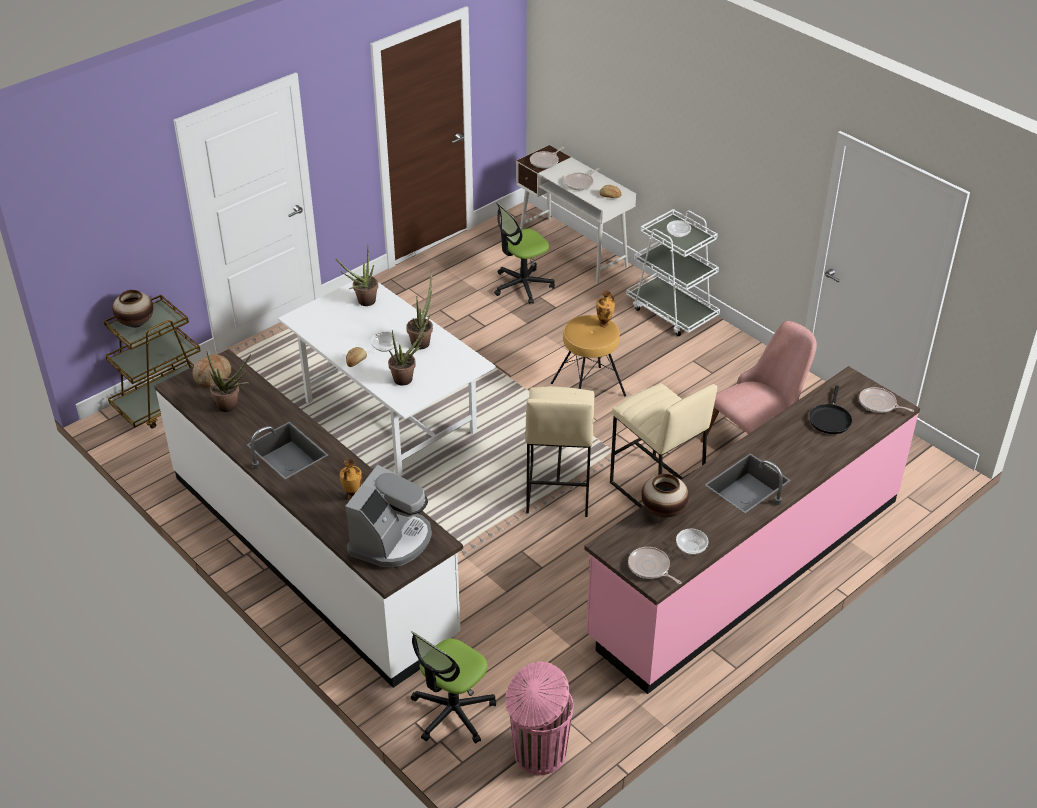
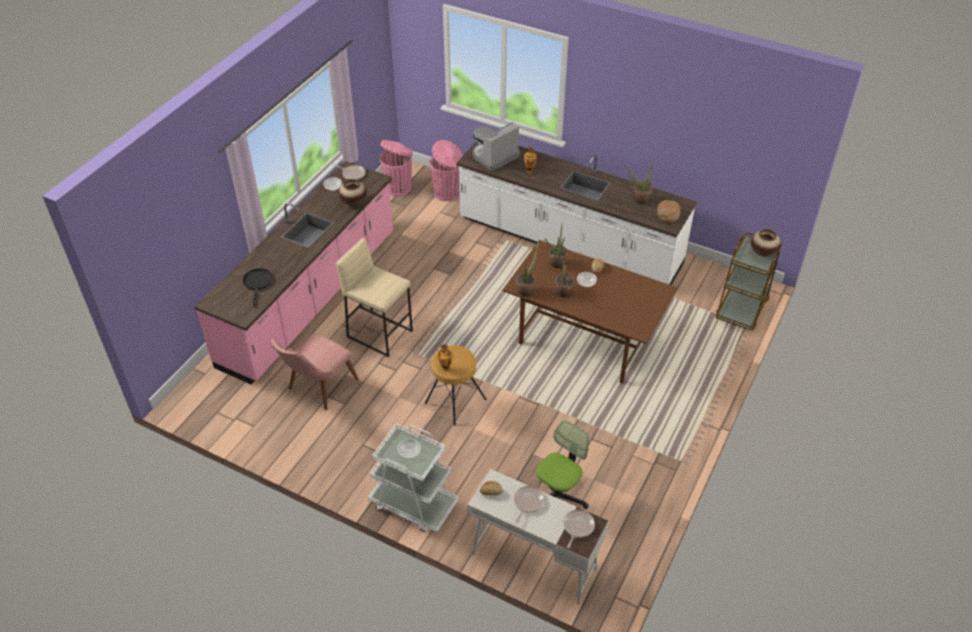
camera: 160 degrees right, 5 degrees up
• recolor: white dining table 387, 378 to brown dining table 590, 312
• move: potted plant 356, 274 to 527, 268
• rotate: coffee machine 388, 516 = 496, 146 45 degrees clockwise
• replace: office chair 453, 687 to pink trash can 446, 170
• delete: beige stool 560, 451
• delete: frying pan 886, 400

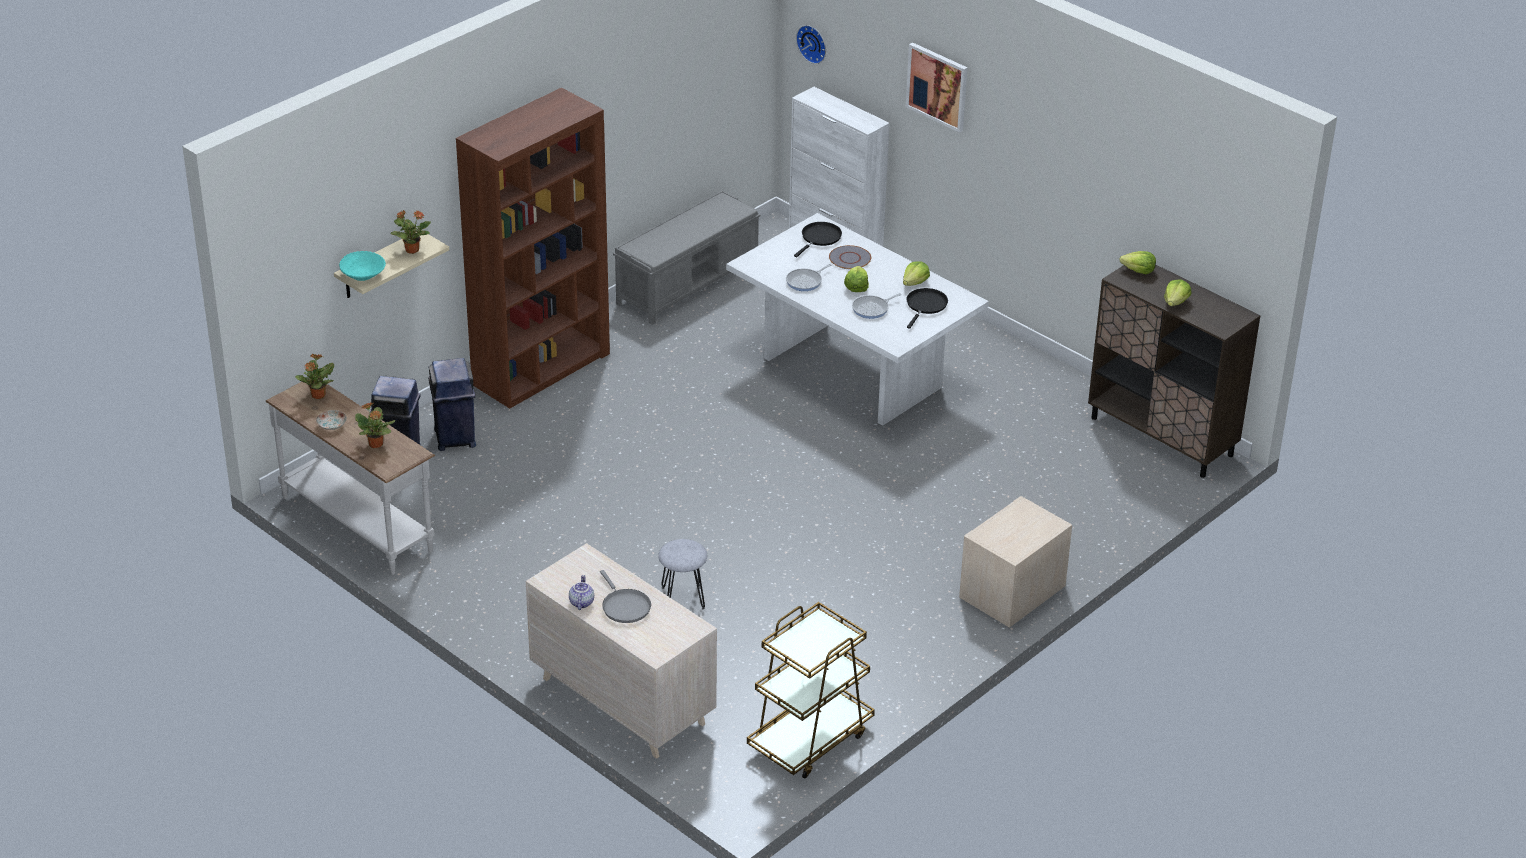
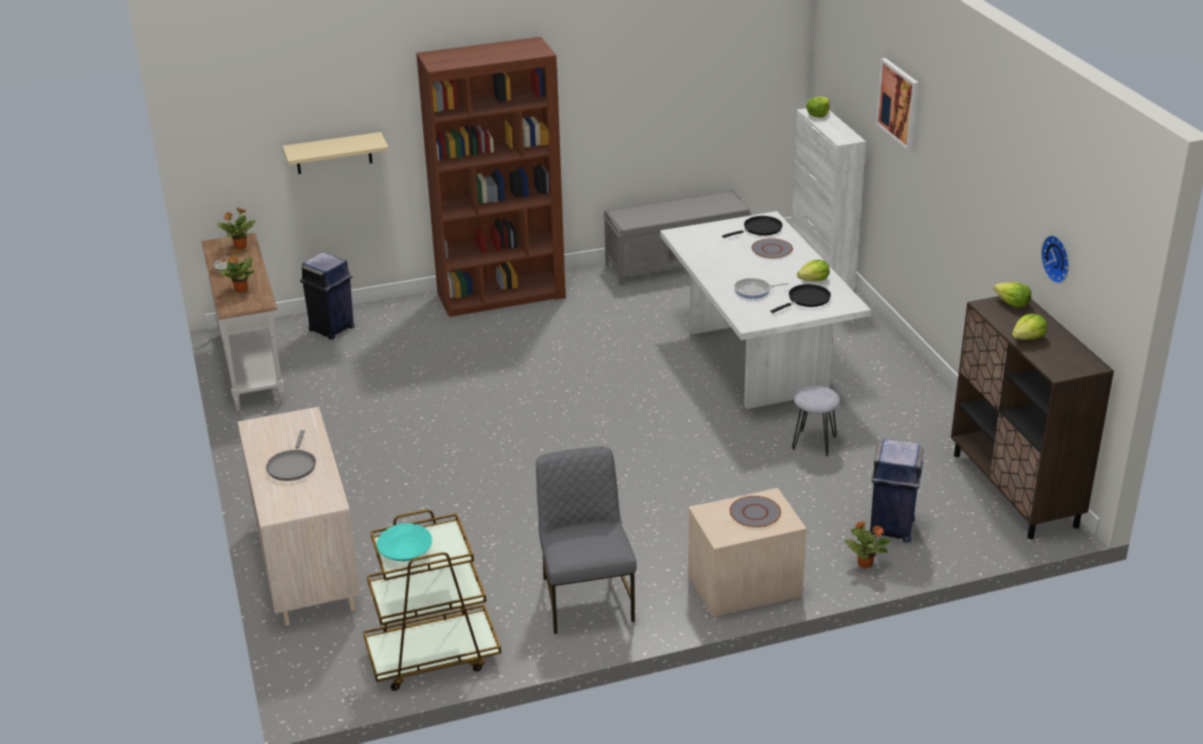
camera: 30 degrees right, 5 degrees down
• move: turquoise bowl 362, 266 to 404, 542
• move: potted plant 410, 232 to 867, 544
• move: blue trash can 452, 404 to 896, 491
• delete: teapot 581, 592
• move: grey stool 682, 574 to 816, 421
• delete: frying pan 808, 277
• move: wall clock 811, 44 to 1055, 259
• move: lettuce 856, 279 to 817, 107
• insert: grey chair 586, 540
• insert: grey plate 755, 512

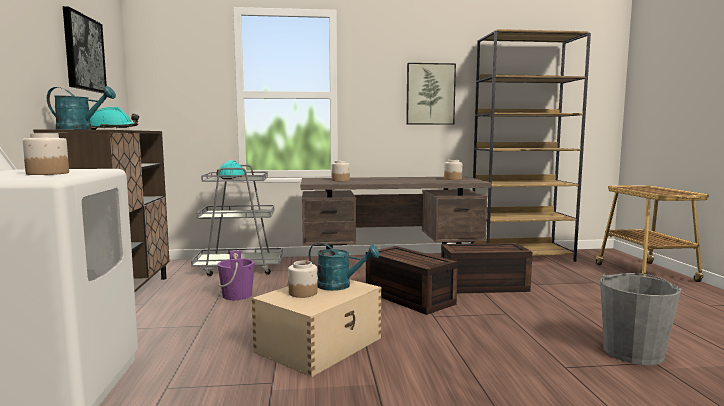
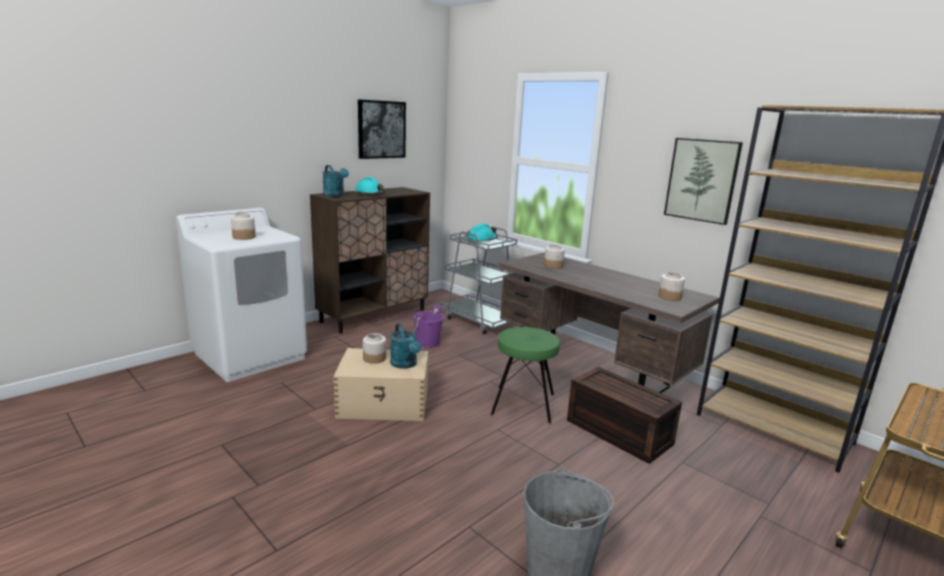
camera: 50 degrees right, 10 degrees up
• replace: brown storage box 412, 280 to green stool 525, 375

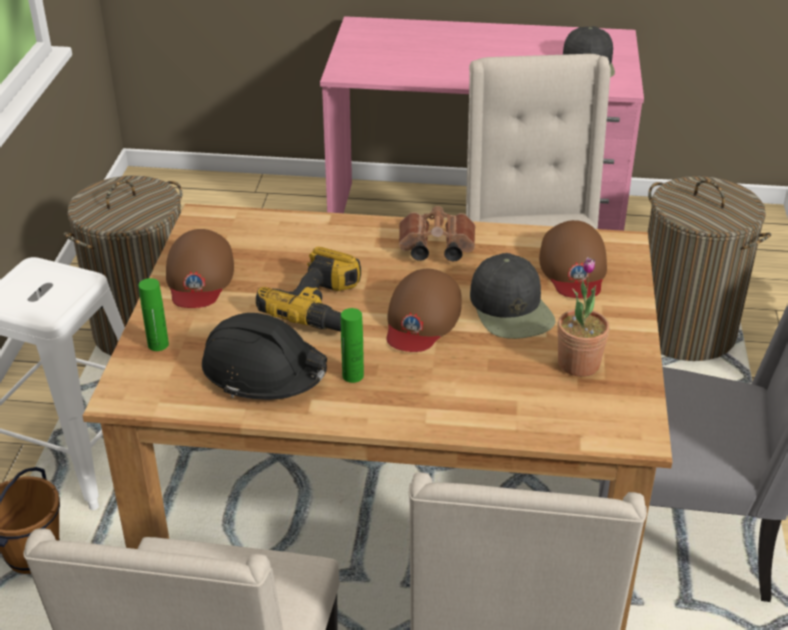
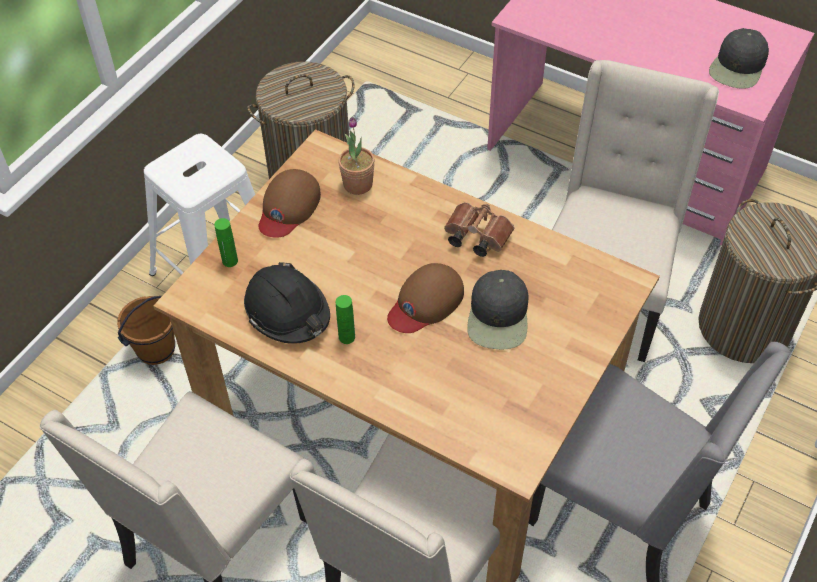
camera: 25 degrees right, 15 degrees up
• delete: power drill 308, 289
• delete: brown cap 573, 259
• move: potted plant 583, 317 to 356, 156

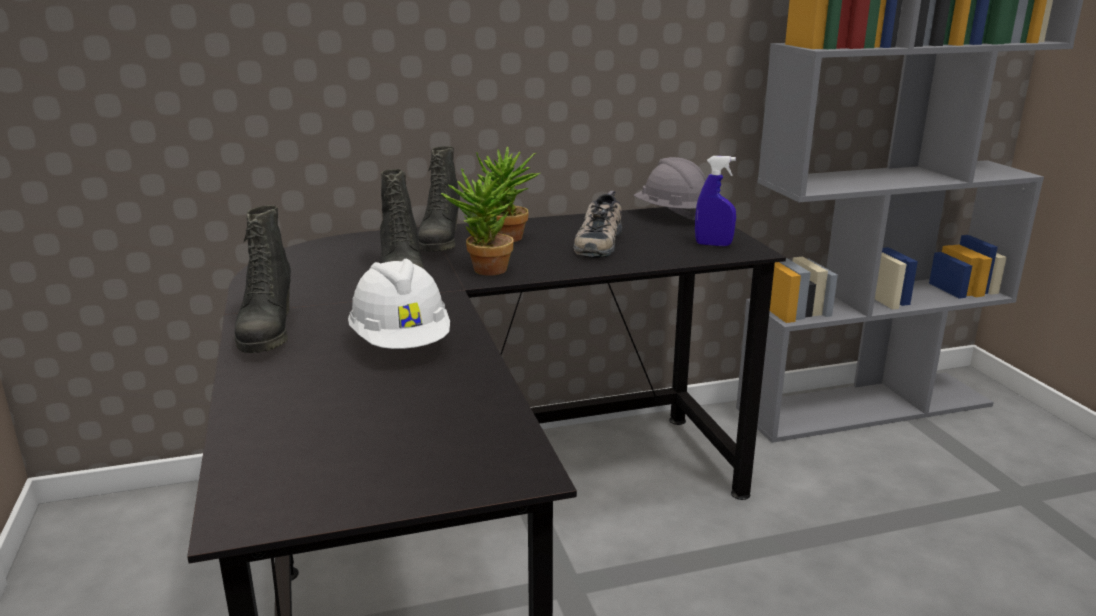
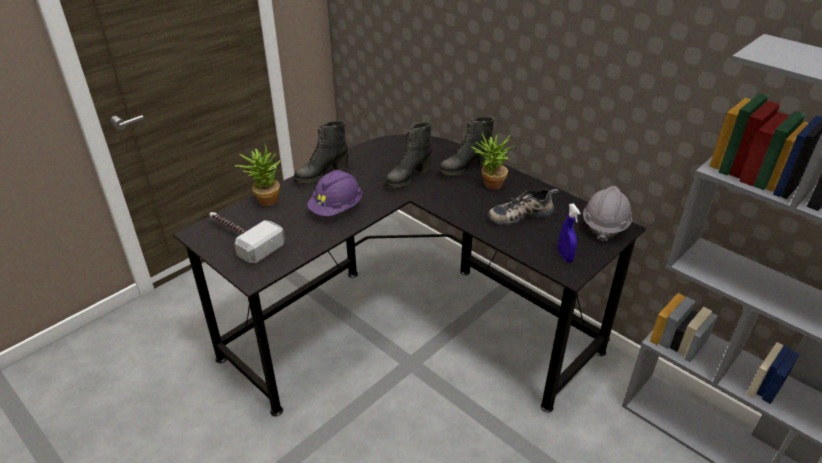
camera: 60 degrees right, 15 degrees up
• recolor: white hard hat 399, 303 to purple hard hat 334, 193
• move: potted plant 479, 222 to 258, 175
• insert: hammer 247, 238

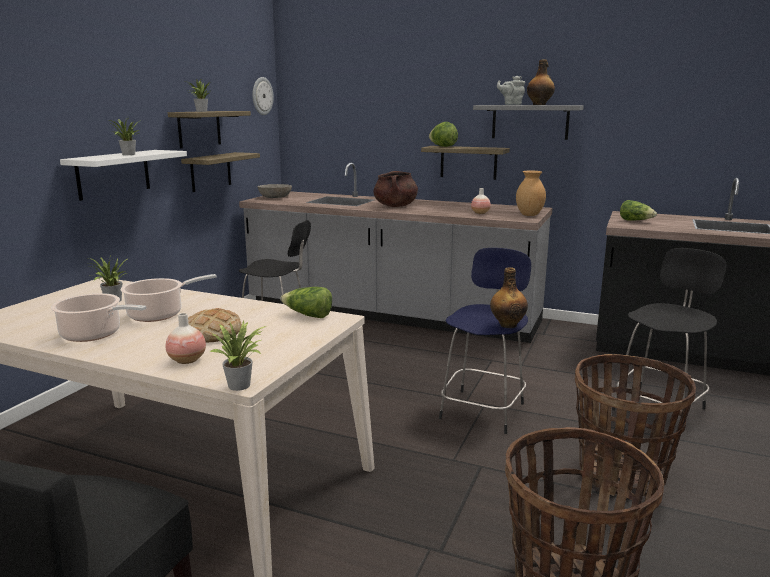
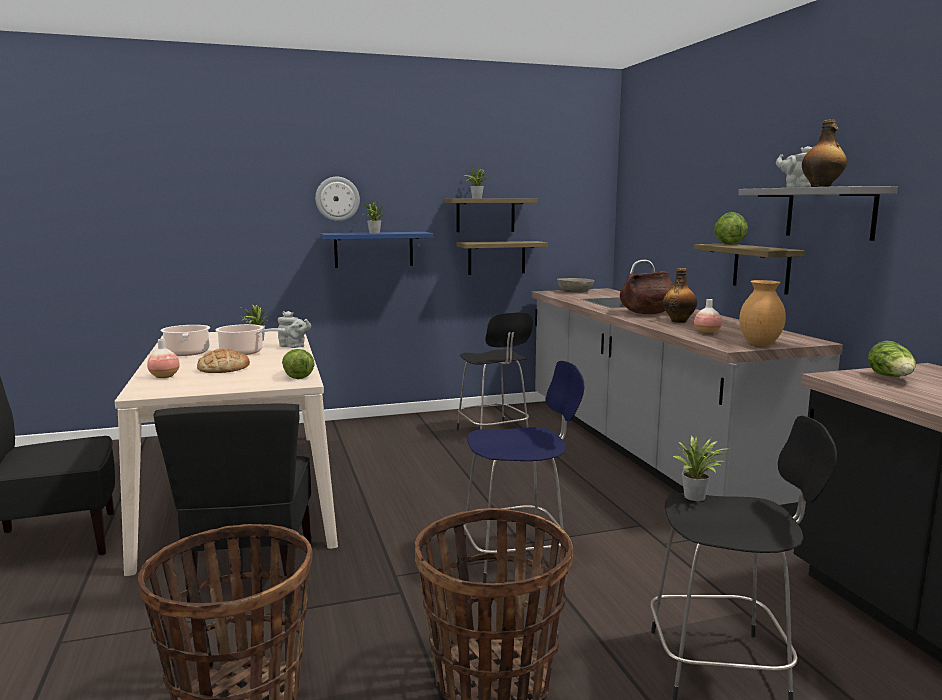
camera: 50 degrees right, 5 degrees down
• recolor: white shelf 123, 175 to blue shelf 376, 250
• move: potted plant 237, 356 to 699, 468
• move: wall clock 263, 96 to 337, 199
• move: bottle 509, 297 to 680, 295
• insert: black chair 232, 503
• insert: grey teapot 294, 329

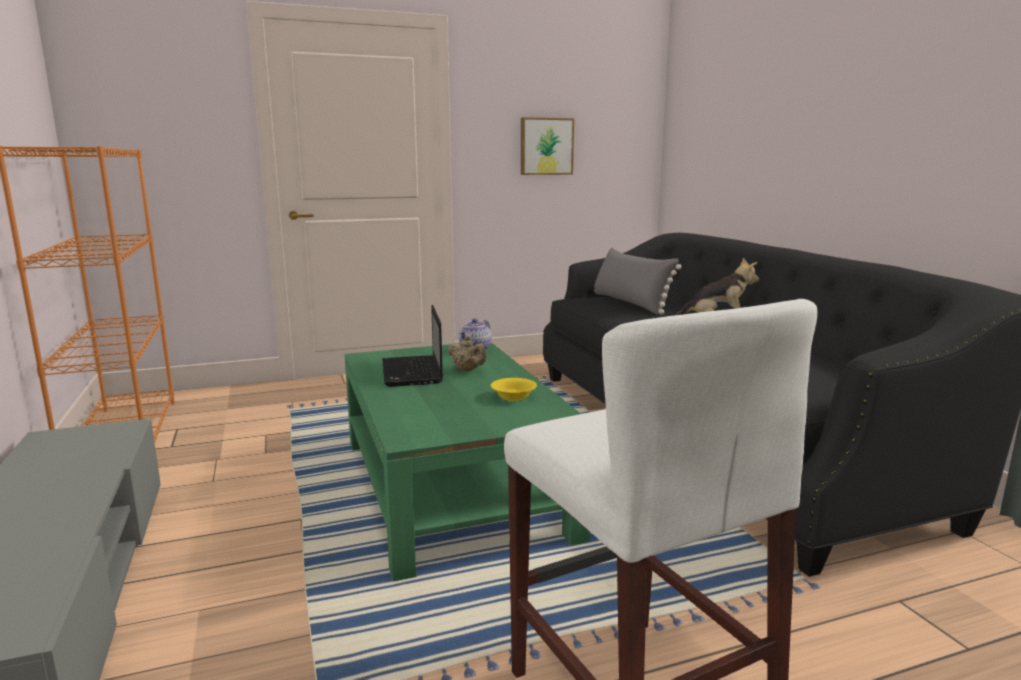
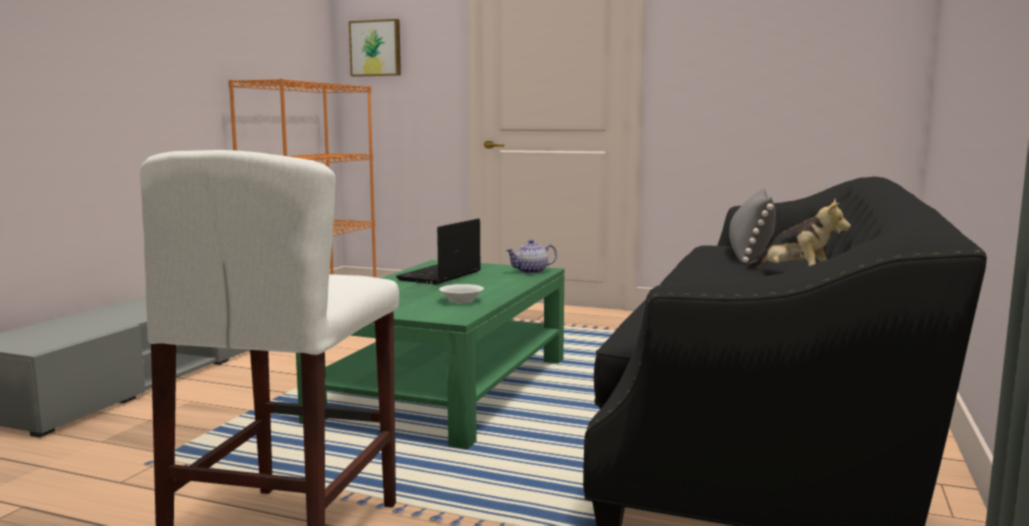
camera: 40 degrees right, 5 degrees down
• delete: beige teapot 467, 353
• recolor: yellow bowl 514, 389 to white bowl 461, 293
• move: picture 547, 146 to 375, 48

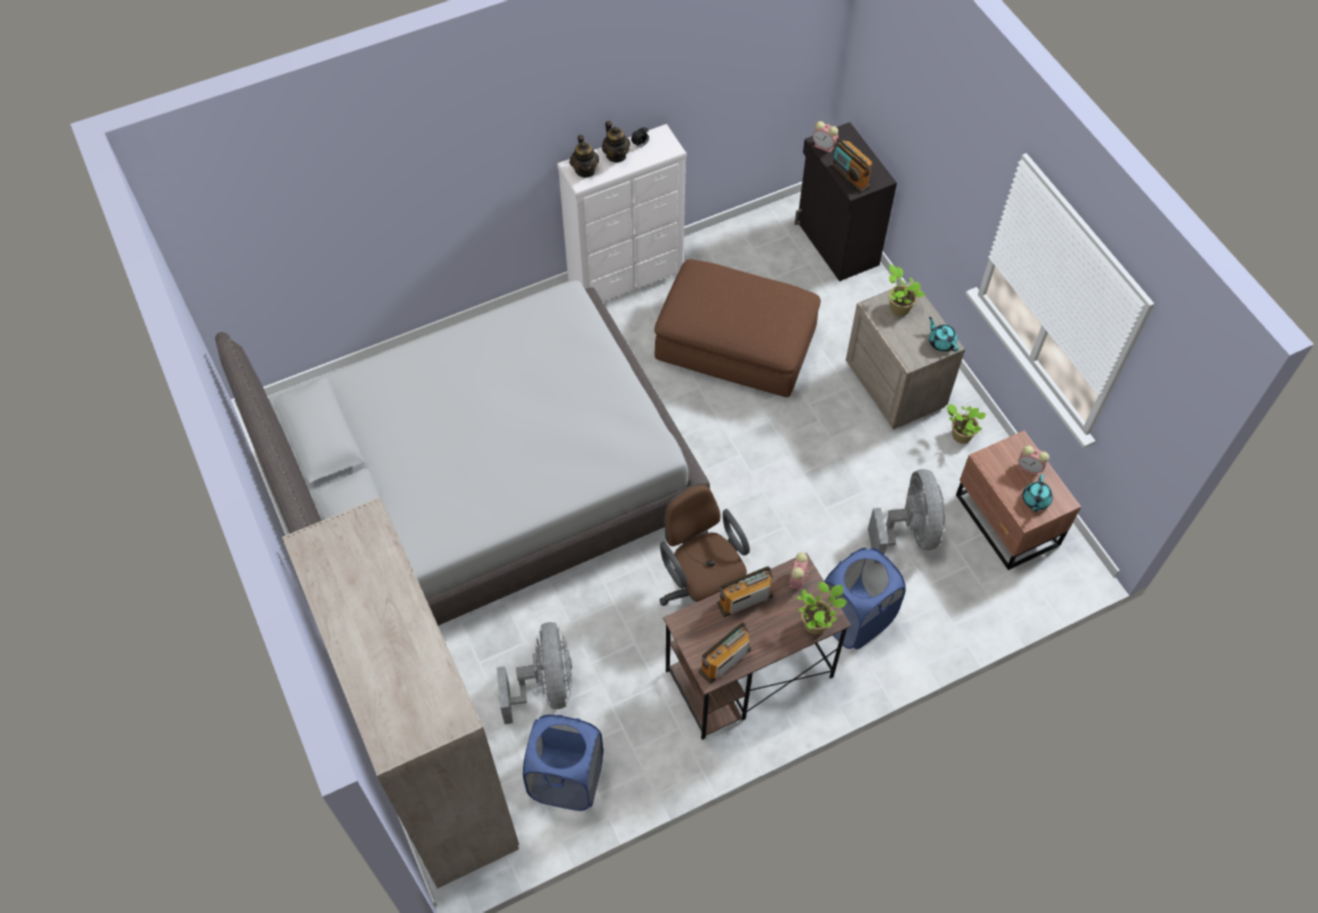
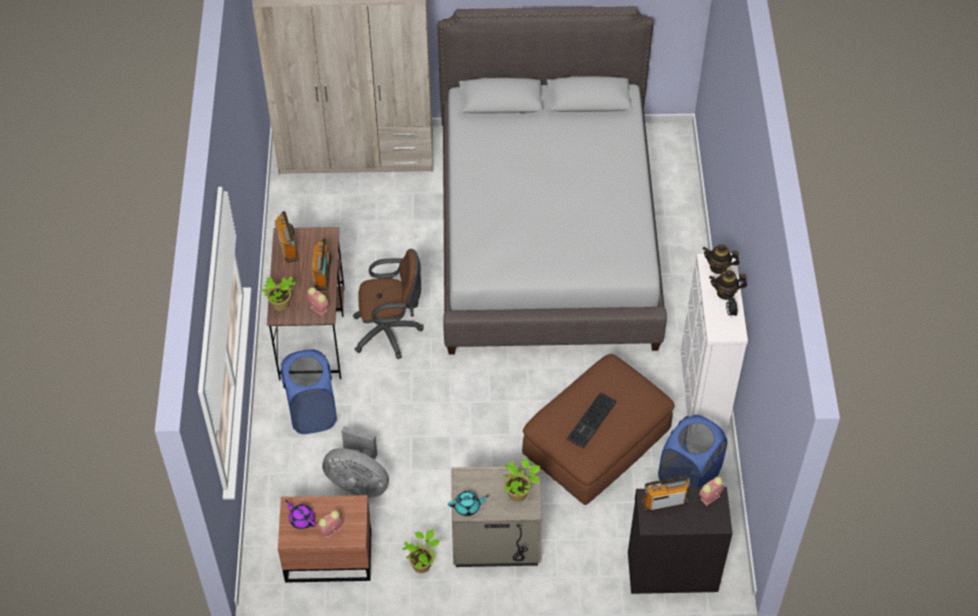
camera: 115 degrees right, 5 degrees down
• delete: grey fan 534, 673
• move: blue laundry basket 563, 763 to 692, 451
• recolor: turquoise teapot 1038, 493 to purple teapot 300, 514
• insert: keyboard 592, 420

